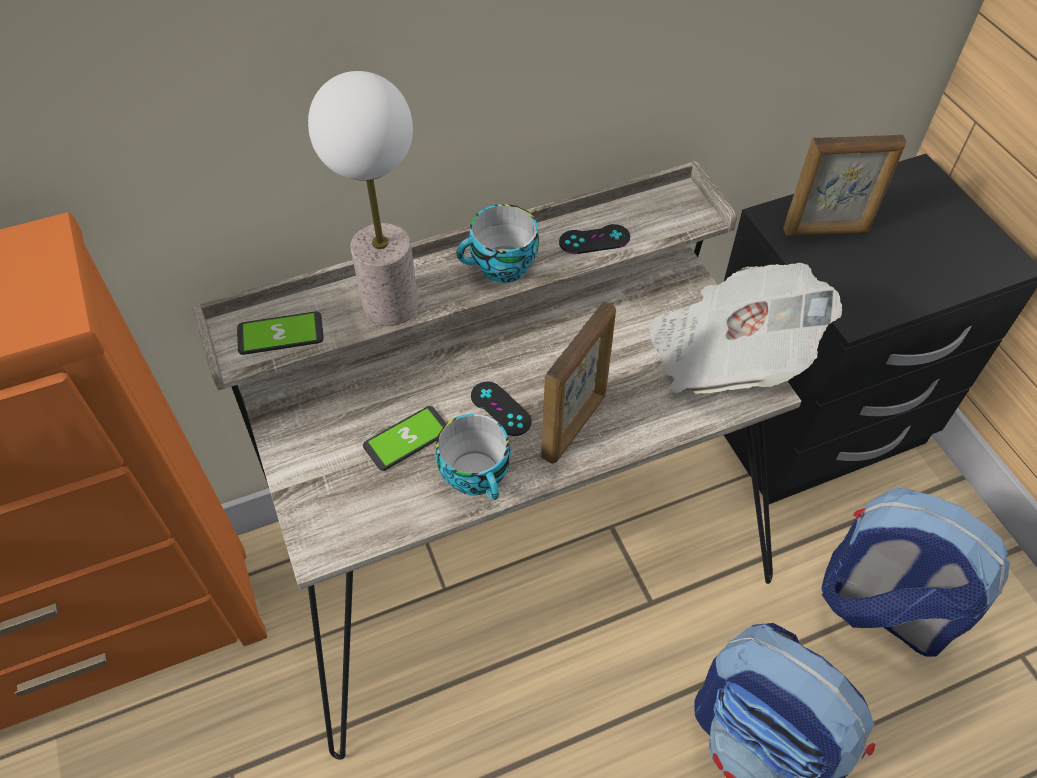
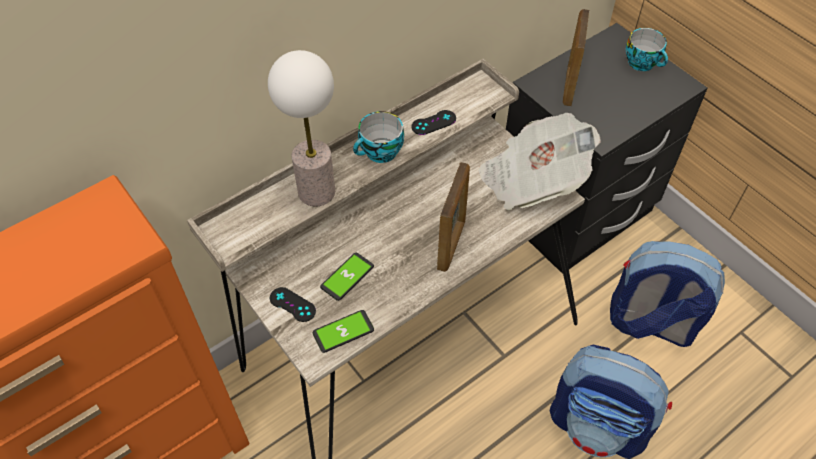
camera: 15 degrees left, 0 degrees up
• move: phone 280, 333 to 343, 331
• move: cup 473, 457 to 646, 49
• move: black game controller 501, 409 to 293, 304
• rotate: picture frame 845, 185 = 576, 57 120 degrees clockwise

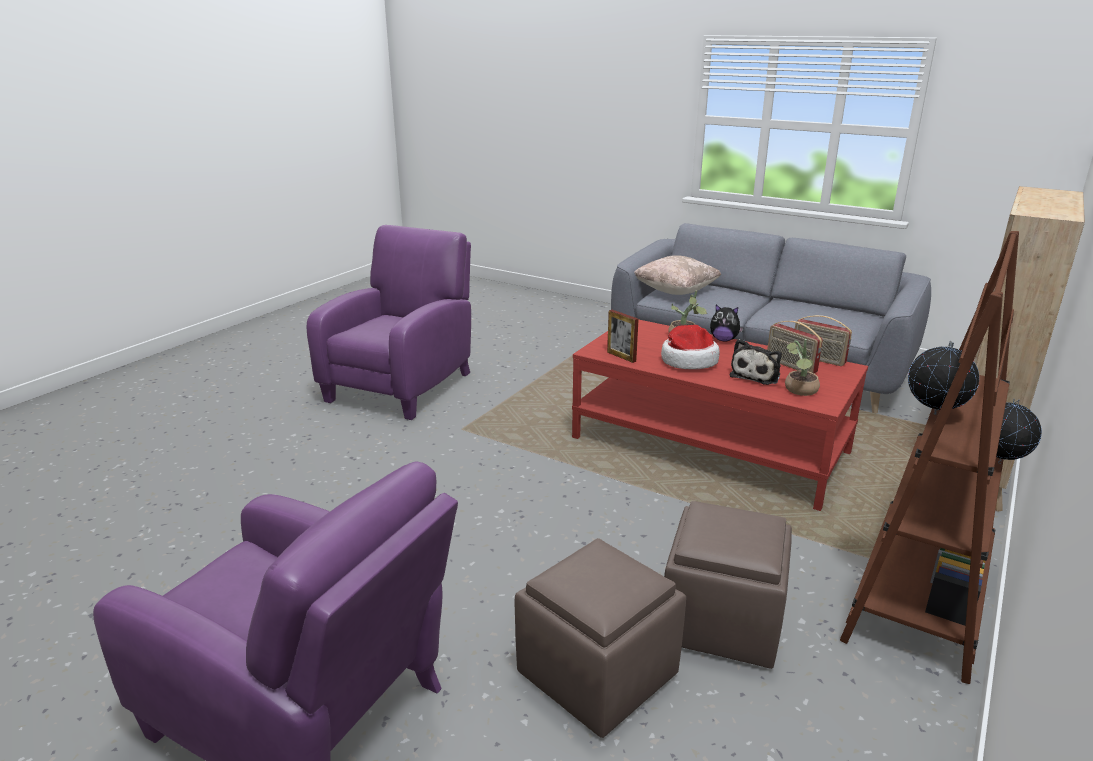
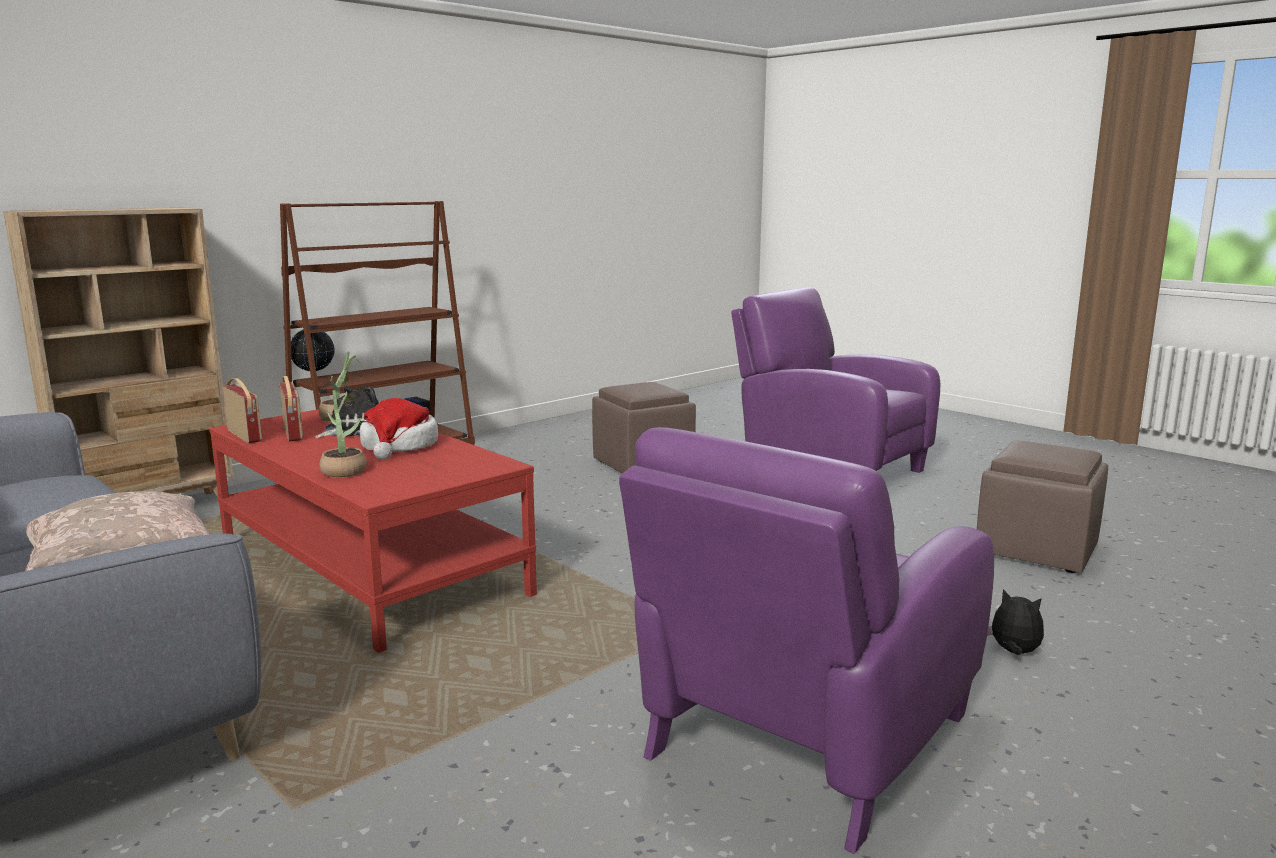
camera: 165 degrees left, 10 degrees down
• delete: picture frame 623, 336
• move: brown ottoman 728, 585 to 1042, 507
• move: plush toy 727, 322 to 1015, 622
• delete: globe 943, 378

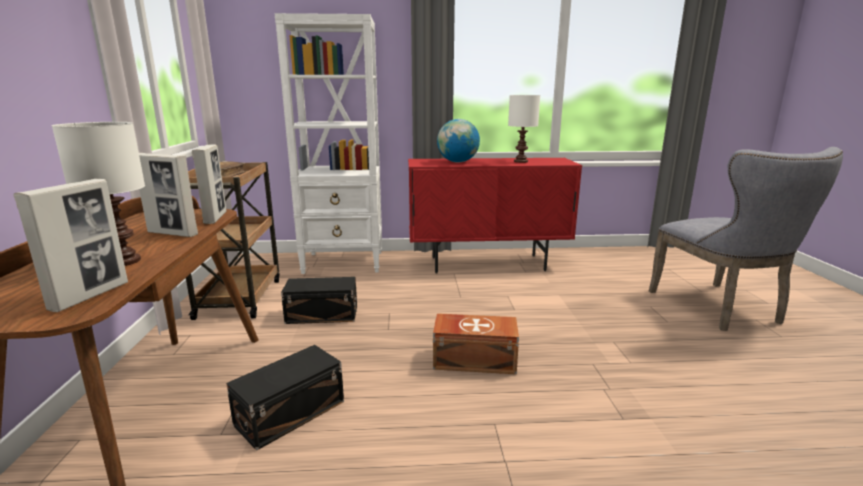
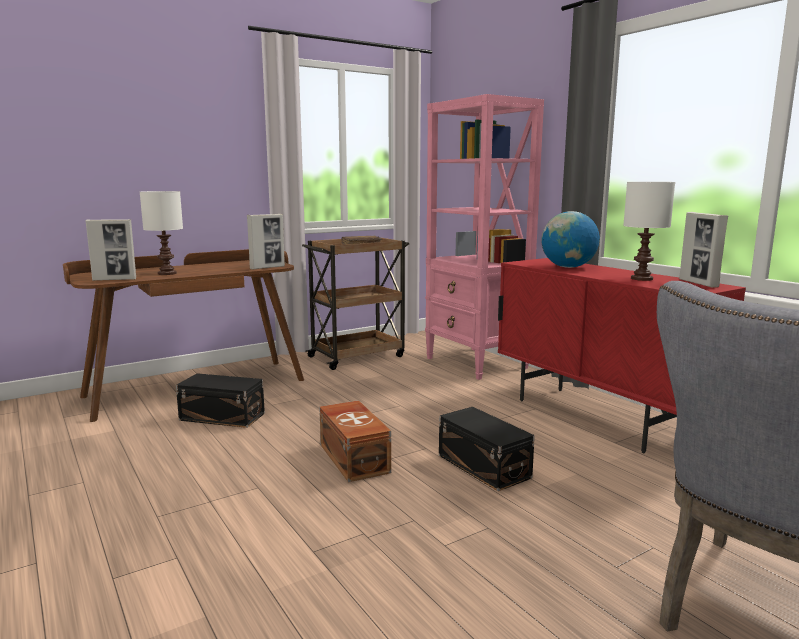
camera: 60 degrees right, 5 degrees down
• move: picture frame 168, 195 to 703, 249
• recolor: white bookcase 328, 143 to pink bookcase 484, 237
• move: black storage box 319, 300 to 487, 449

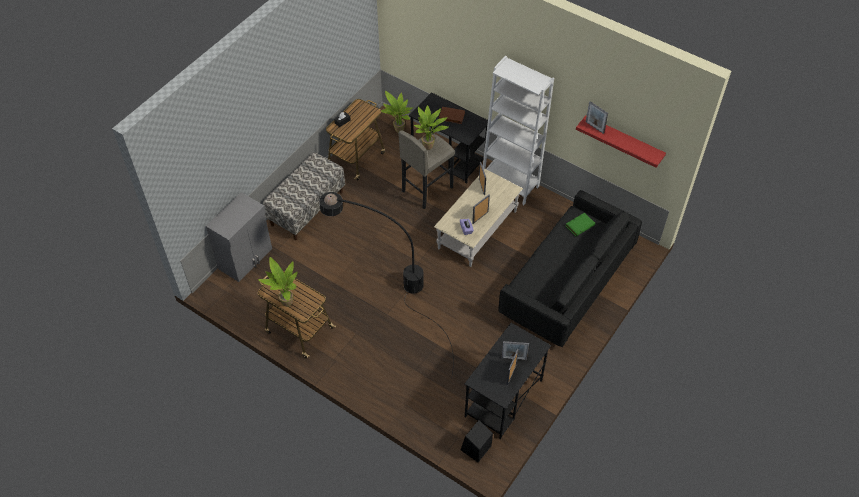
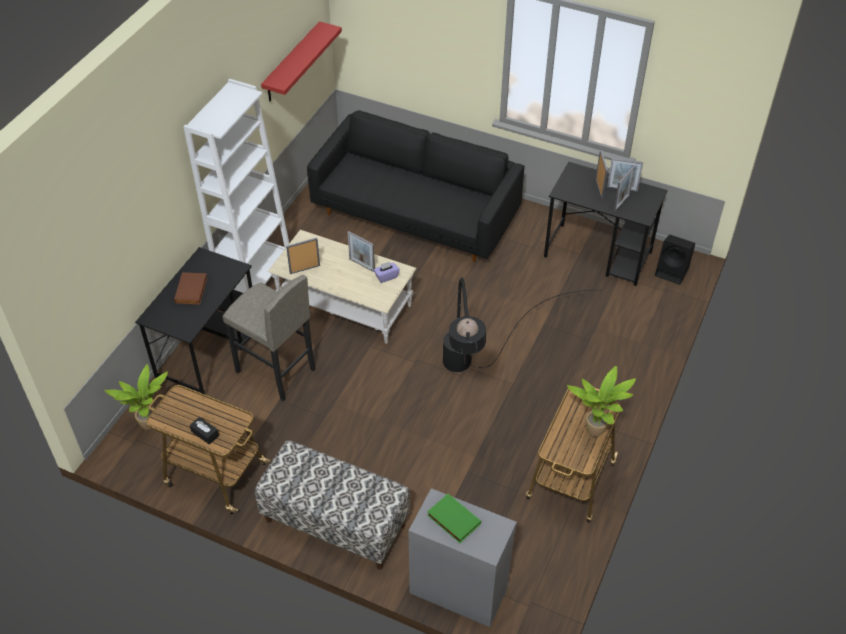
camera: 100 degrees left, 5 degrees down
• delete: potted plant 431, 127
• move: green book 580, 224 to 454, 518
• move: picture frame 597, 117 to 624, 189

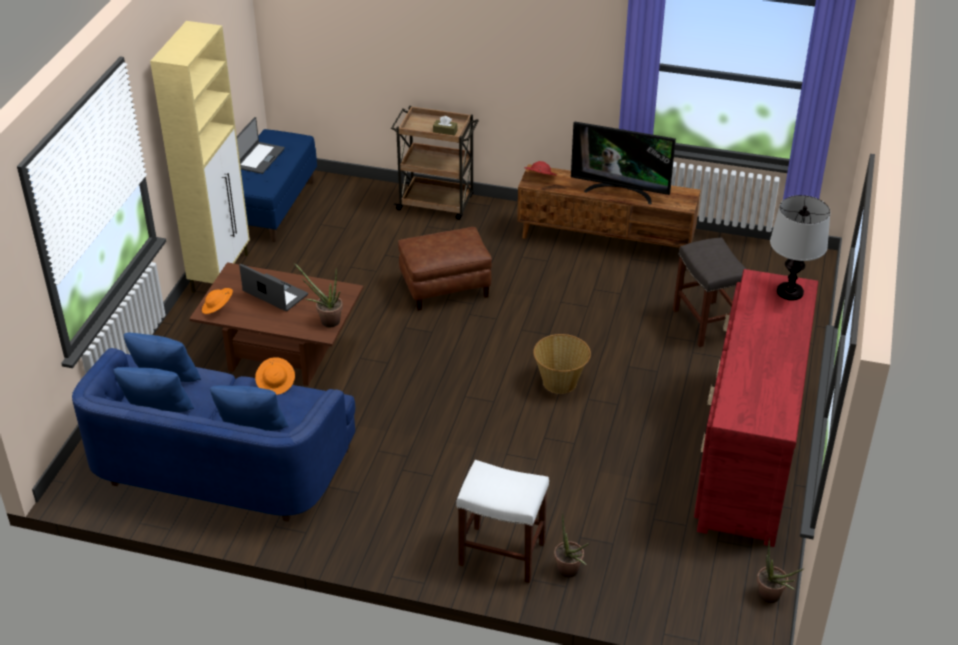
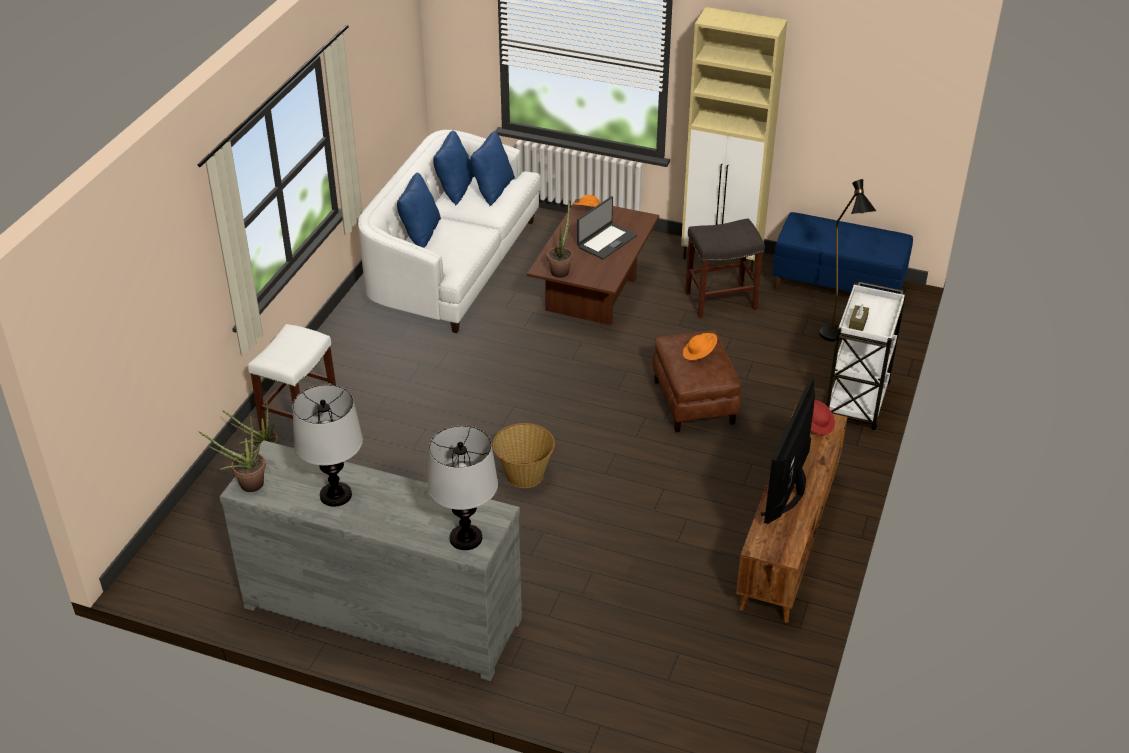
camera: 95 degrees right, 0 degrees up
• recolor: blue sofa 213, 435 to white sofa 449, 231
• delete: laptop 261, 145
• move: orange hat 275, 376 to 700, 346
• recolor: brown cart 435, 163 to white cart 866, 356
• move: grey stool 709, 292 to 725, 268
• recolor: red dresser 756, 408 to grey dresser 371, 560
• move: potted plant 780, 570 to 232, 454
• insert: table lamp 327, 446
• insert: black floor lamp 847, 260

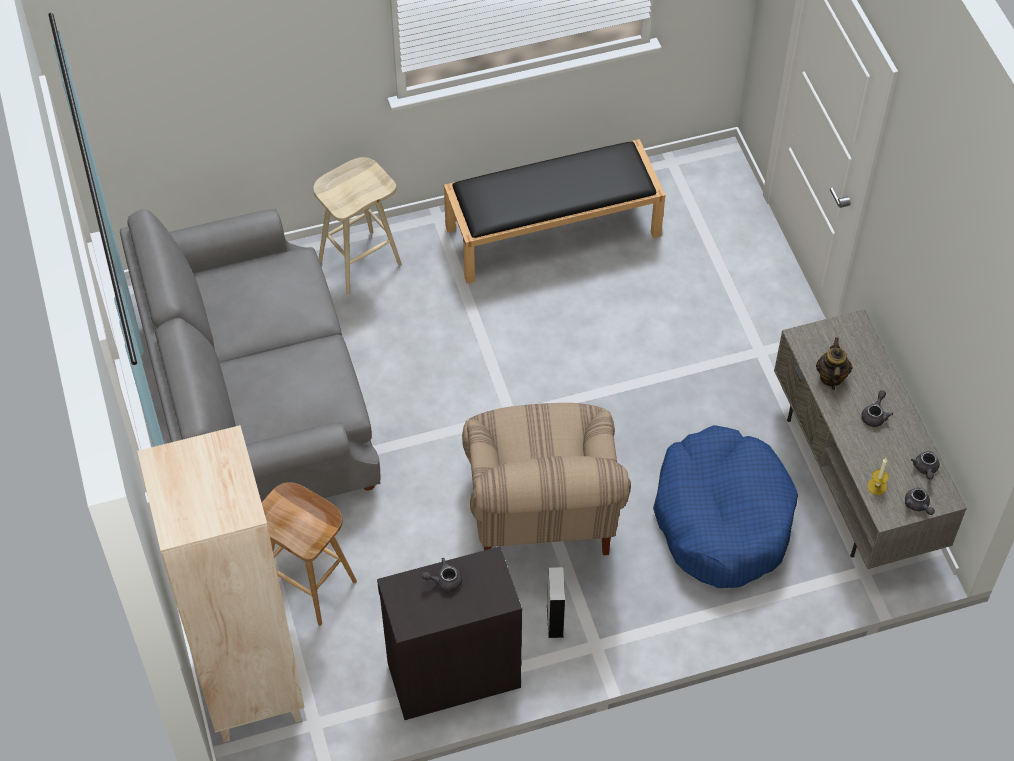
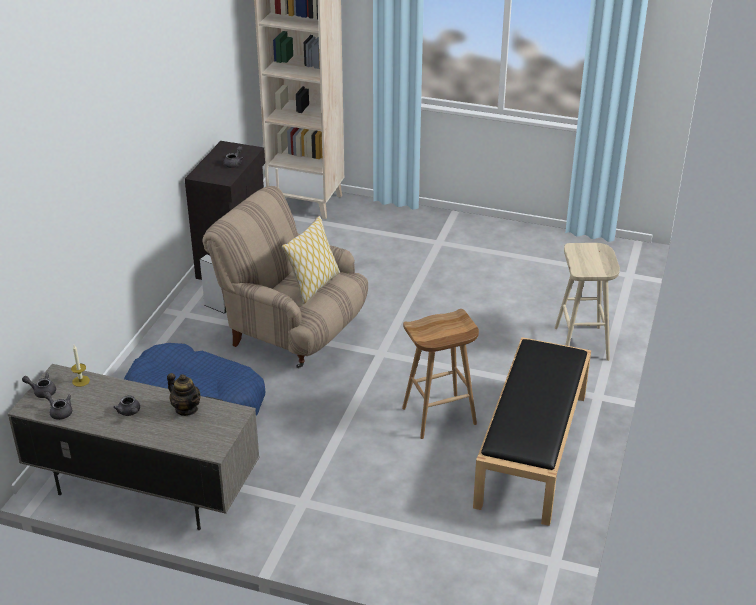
camera: 125 degrees right, 20 degrees down
• delete: grey sofa 250, 356
• move: brown stool 309, 554 to 440, 374
• insert: pillow 311, 260

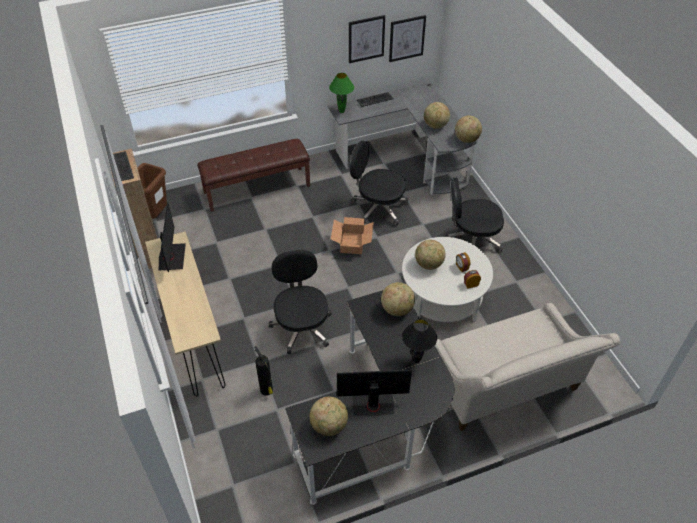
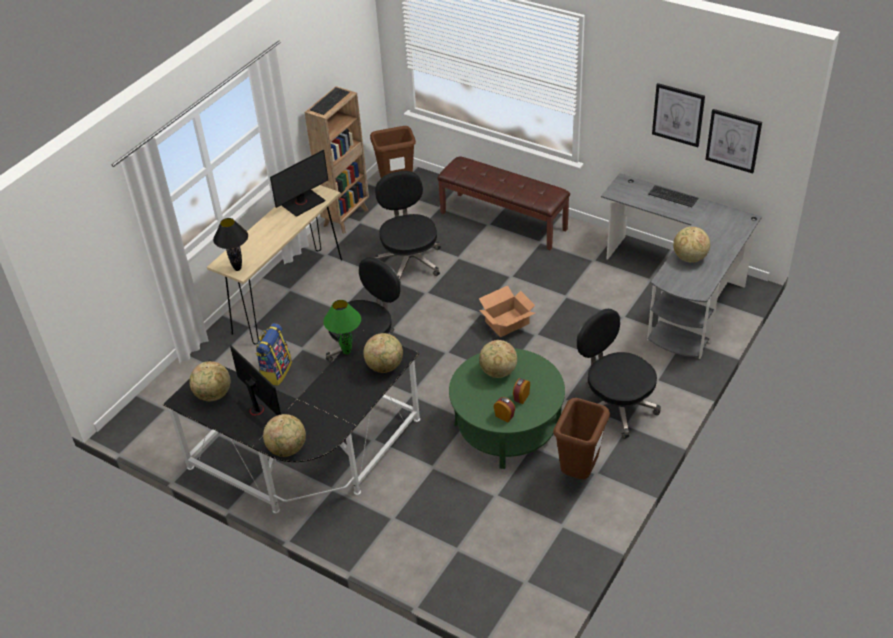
camera: 55 degrees right, 5 degrees down
• replace: fire extinguisher 263, 371 to backpack 273, 354
• move: green table lamp 341, 93 to 342, 327
• move: black office chair 379, 183 to 407, 227
• recolor: white coffee table 447, 279 to green coffee table 507, 408
• move: black table lamp 419, 341 to 230, 244
• delete: beige sofa 528, 367
• move: globe 468, 129 to 284, 435
• insert: brown trash can 581, 438

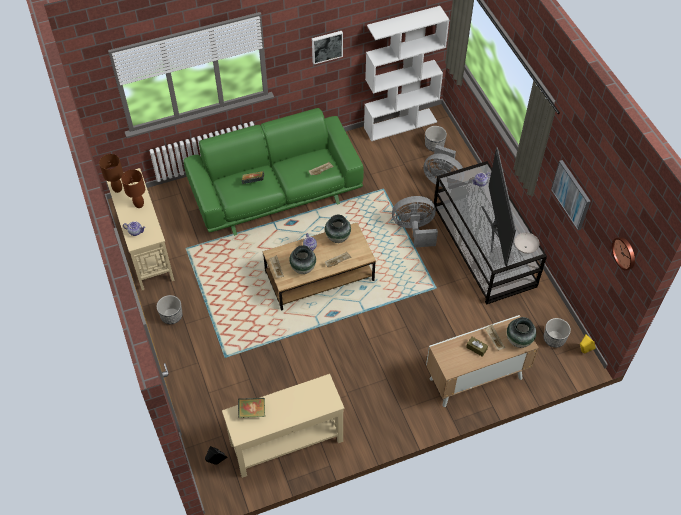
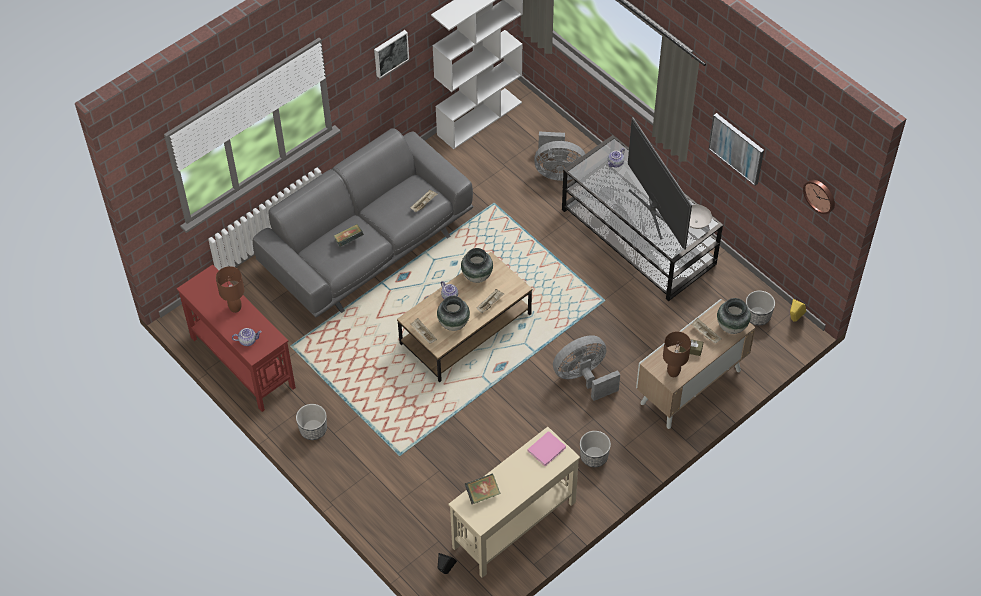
camera: 20 degrees left, 0 degrees up
• move: brown table lamp 111, 173 to 677, 354
• recolor: beige console table 140, 229 to red console table 236, 338
• recolor: green sofa 274, 172 to grey sofa 363, 222
• move: grey fan 415, 222 to 586, 368
• move: planter 436, 138 to 595, 449
• insert: pink book 546, 448

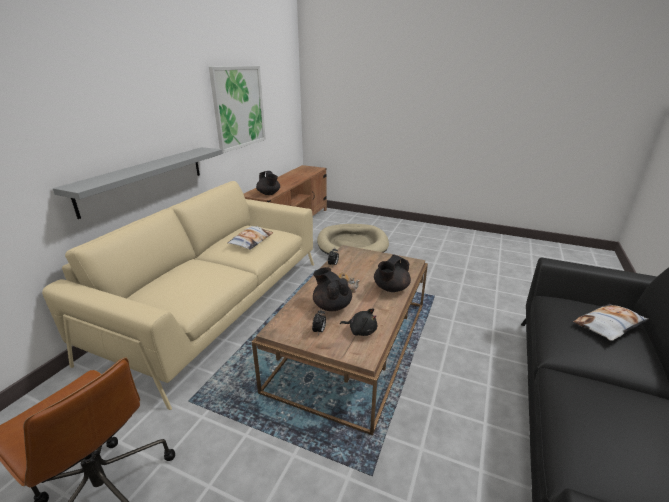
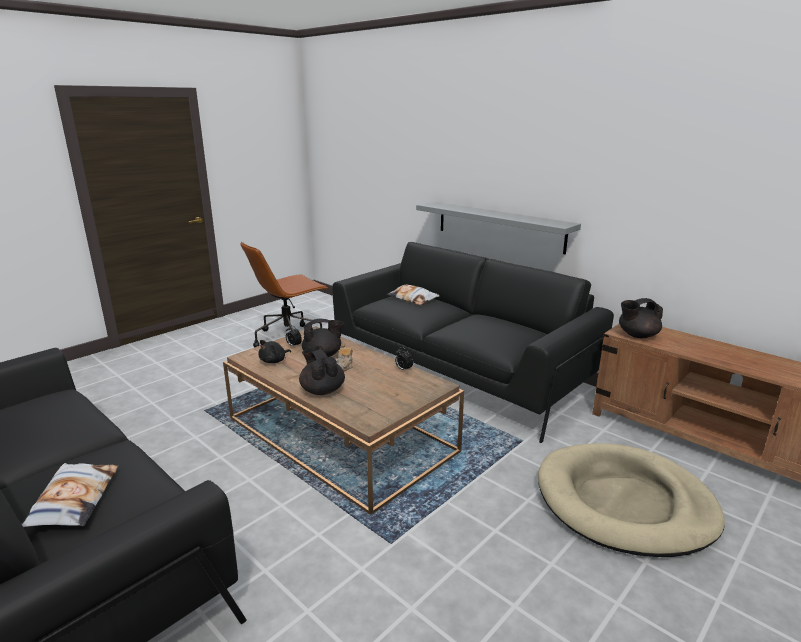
camera: 110 degrees right, 5 degrees down
• recolor: beige sofa 178, 295 to black sofa 473, 342
• delete: picture 237, 109
• move: pillow 250, 238 to 413, 295

